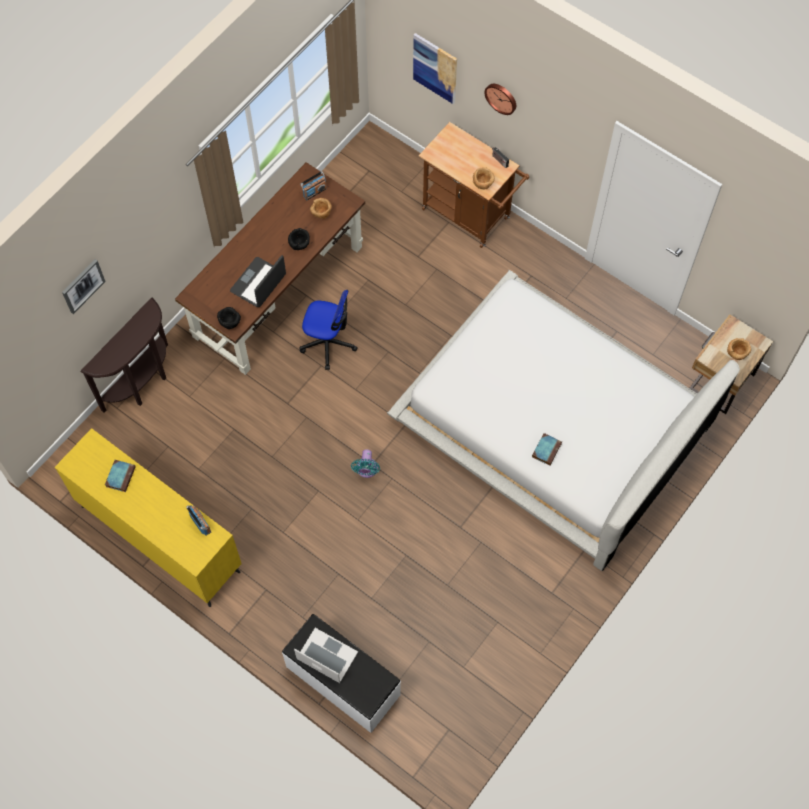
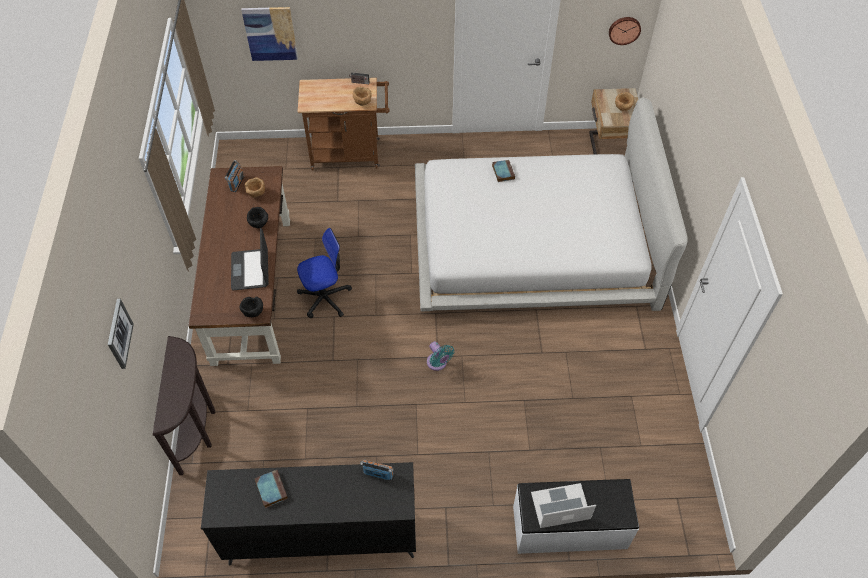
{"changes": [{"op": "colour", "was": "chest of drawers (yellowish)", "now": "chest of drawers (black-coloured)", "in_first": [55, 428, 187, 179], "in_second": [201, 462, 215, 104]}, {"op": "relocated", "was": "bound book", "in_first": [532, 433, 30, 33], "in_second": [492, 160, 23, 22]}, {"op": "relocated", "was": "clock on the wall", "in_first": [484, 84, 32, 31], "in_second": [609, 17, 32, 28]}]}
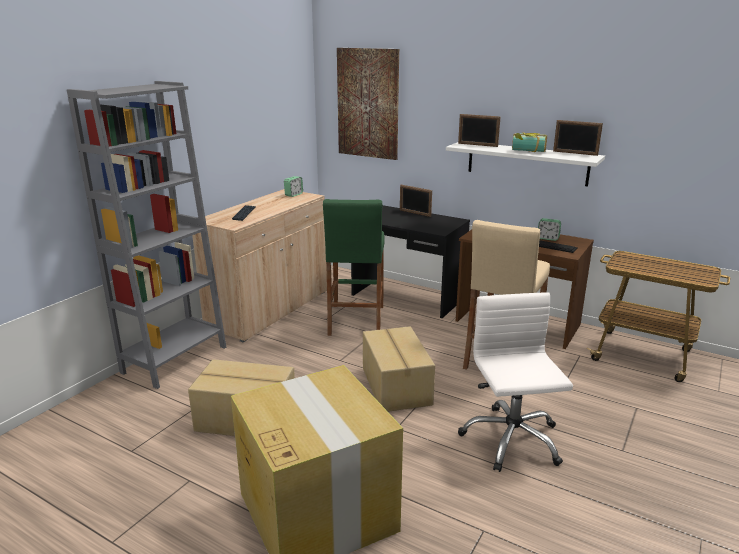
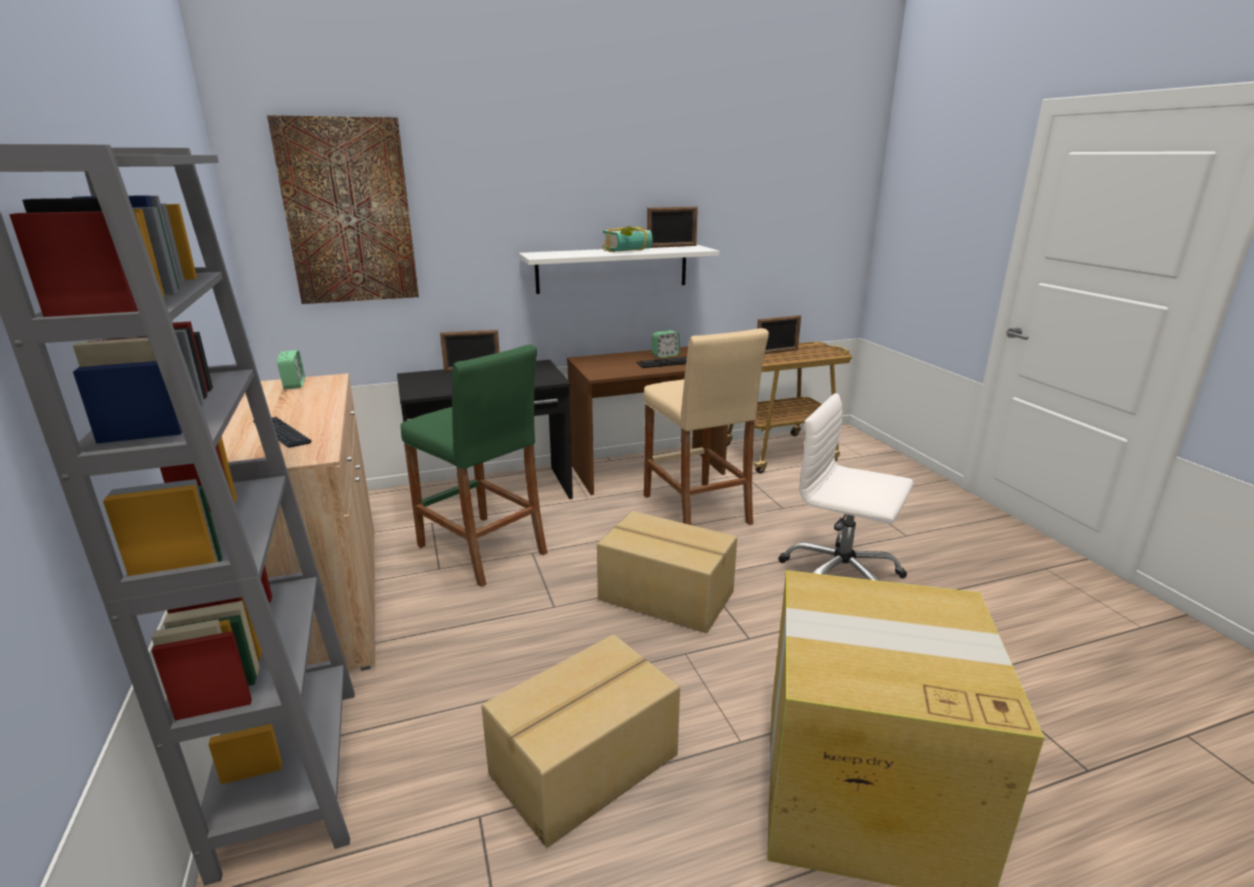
{"changes": [{"op": "relocated", "was": "photo frame", "in_first": [458, 114, 43, 33], "in_second": [757, 315, 44, 39]}]}
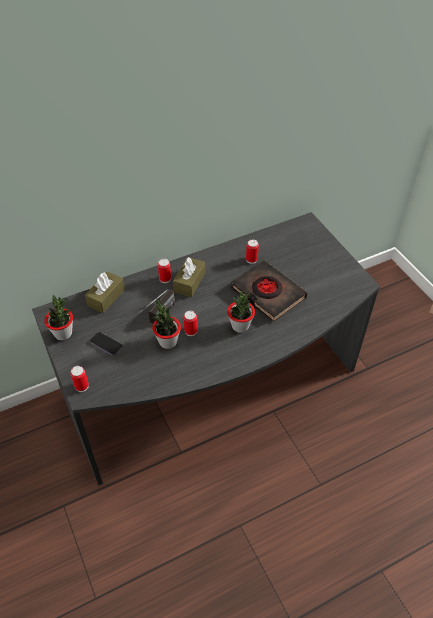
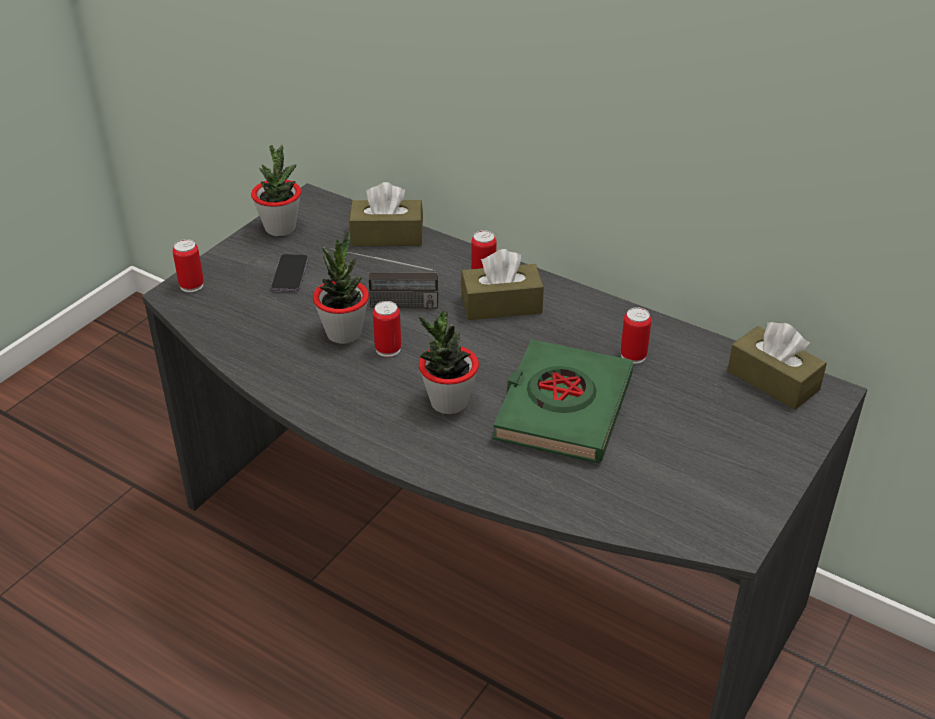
{"changes": [{"op": "colour", "was": "bound book (black-coloured)", "now": "bound book (greenish)", "in_first": [231, 260, 76, 62], "in_second": [492, 339, 141, 124]}, {"op": "appeared", "now": "tissue box (brownish)", "in_second": [727, 322, 100, 88]}]}
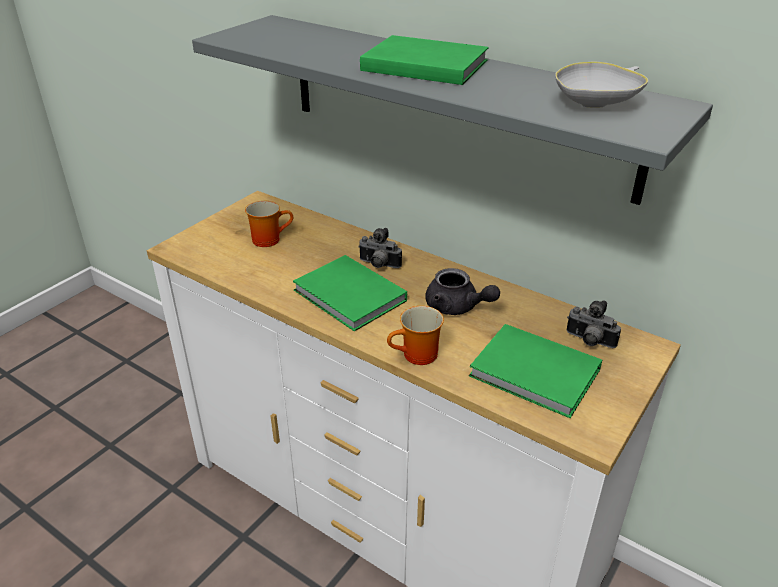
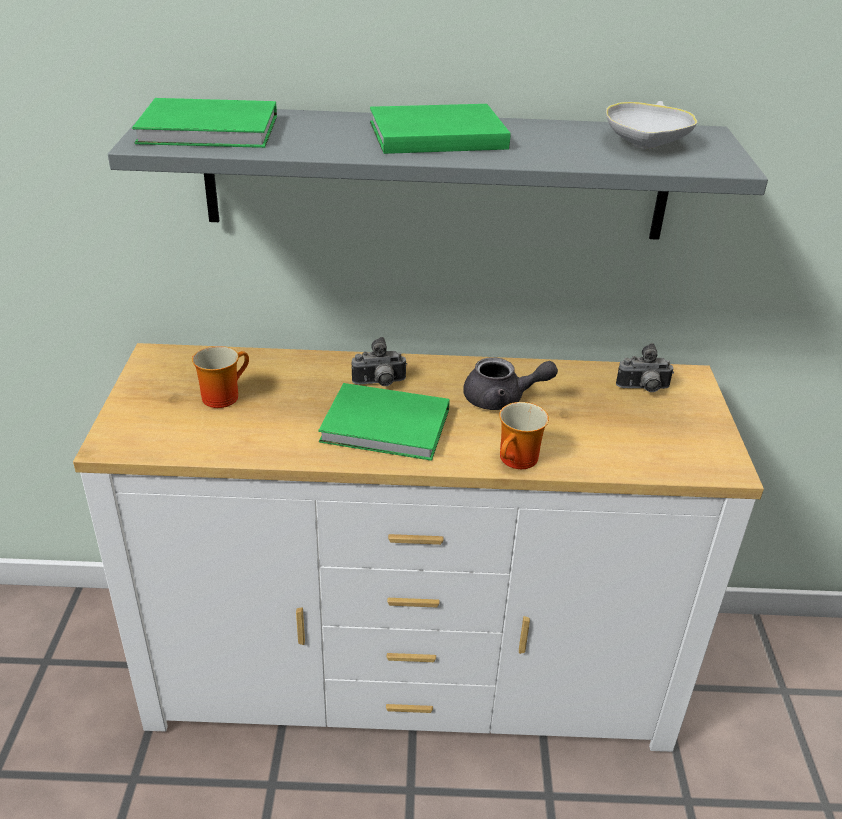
{"changes": [{"op": "relocated", "was": "bound book (greenish)", "in_first": [469, 324, 133, 94], "in_second": [132, 98, 145, 50]}]}
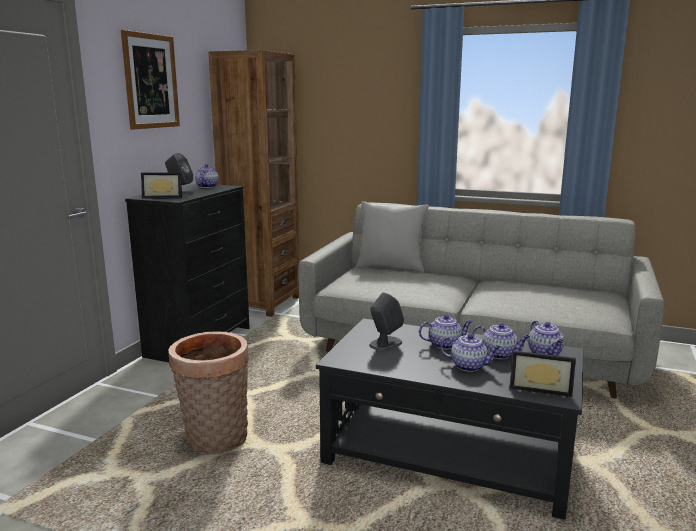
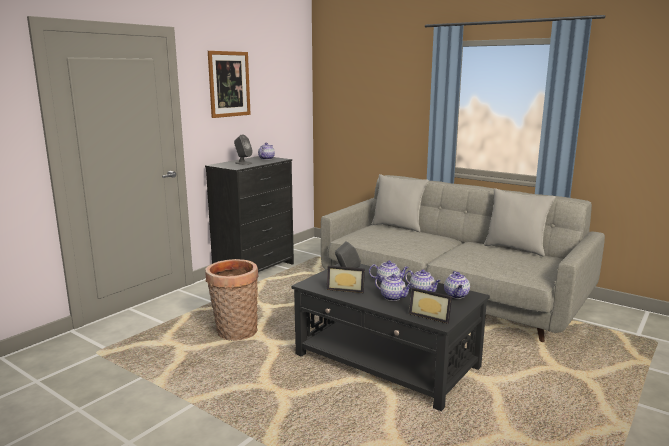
{"changes": [{"op": "relocated", "was": "photo frame", "in_first": [141, 172, 41, 26], "in_second": [327, 266, 38, 27]}, {"op": "appeared", "now": "cushion (gray)", "in_second": [484, 188, 71, 68]}, {"op": "missing", "was": "bookshelf (brownish)", "in_first": [208, 50, 91, 267]}]}
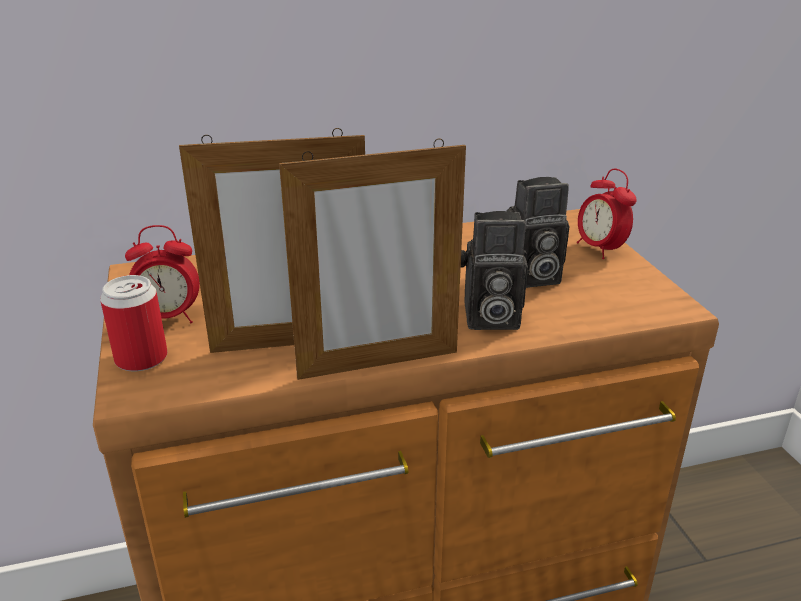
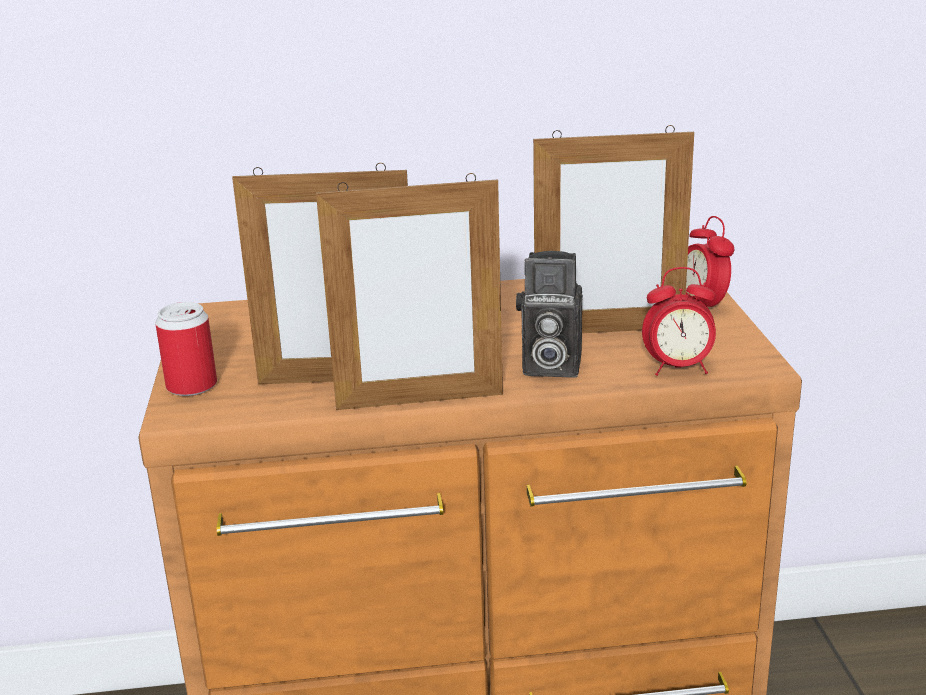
{"changes": [{"op": "exchanged", "was": "still camera", "now": "photo frame", "in_first": [507, 177, 63, 111], "in_second": [533, 125, 161, 208]}, {"op": "relocated", "was": "table clock", "in_first": [125, 225, 75, 98], "in_second": [642, 267, 74, 109]}]}
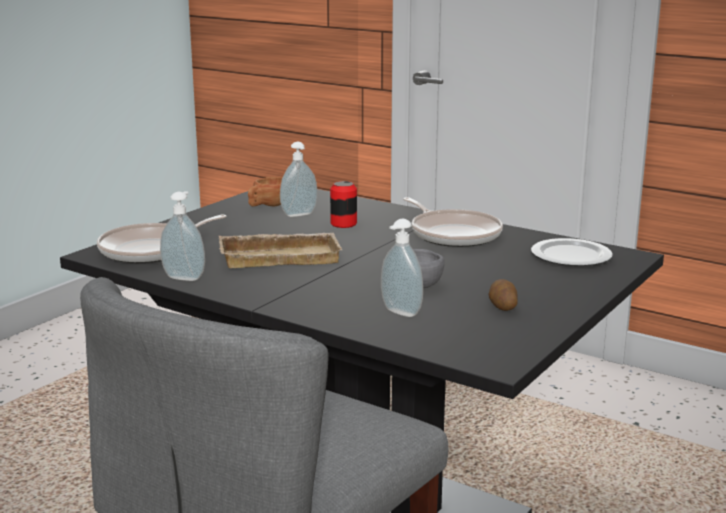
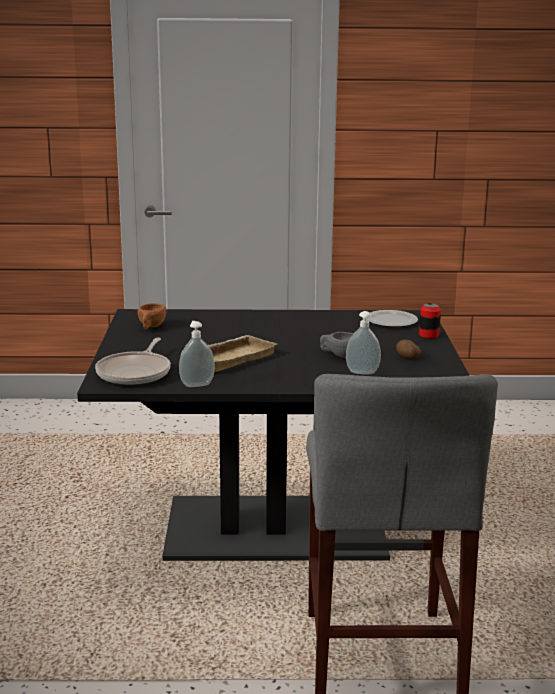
{"changes": [{"op": "relocated", "was": "can", "in_first": [330, 181, 27, 47], "in_second": [419, 303, 22, 36]}, {"op": "missing", "was": "liquid soap bottle", "in_first": [280, 142, 38, 75]}, {"op": "missing", "was": "skillet", "in_first": [403, 197, 100, 50]}]}
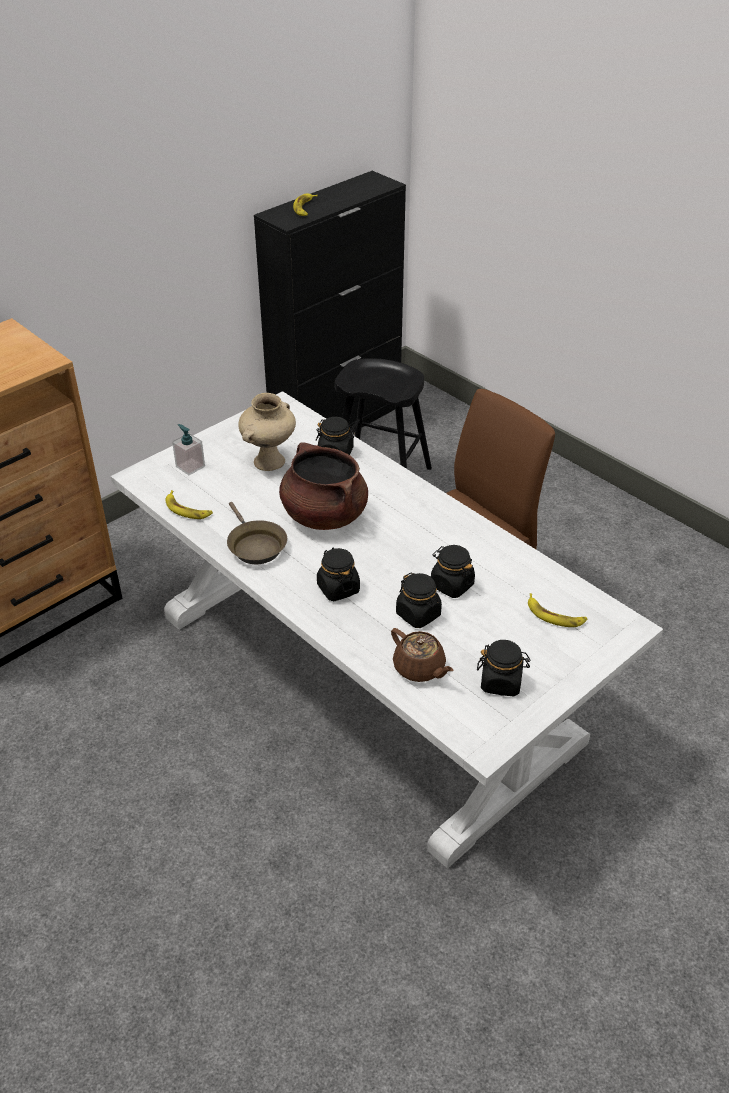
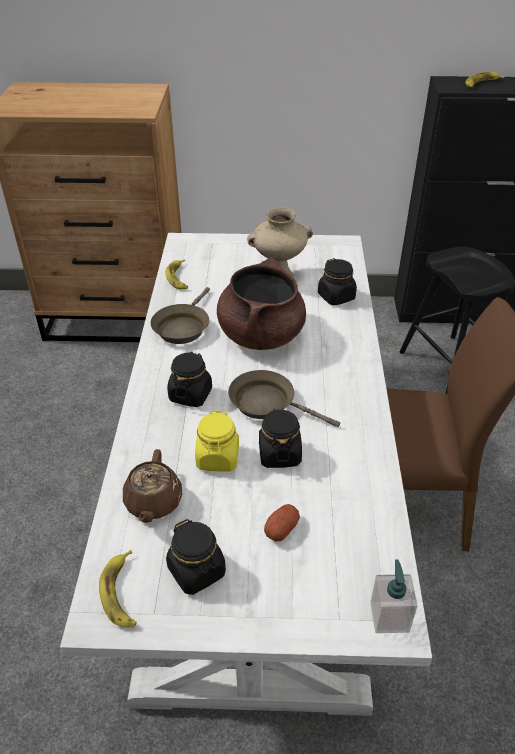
{"changes": [{"op": "relocated", "was": "banana", "in_first": [528, 593, 60, 34], "in_second": [99, 550, 38, 77]}, {"op": "colour", "was": "storage jar (black-coloured)", "now": "storage jar (yellowish)", "in_first": [396, 572, 46, 56], "in_second": [195, 410, 44, 62]}, {"op": "appeared", "now": "skillet (brownish)", "in_second": [228, 370, 112, 57]}, {"op": "appeared", "now": "spud", "in_second": [264, 504, 36, 38]}, {"op": "relocated", "was": "liquid soap bottle", "in_first": [172, 424, 33, 51], "in_second": [370, 560, 48, 73]}]}
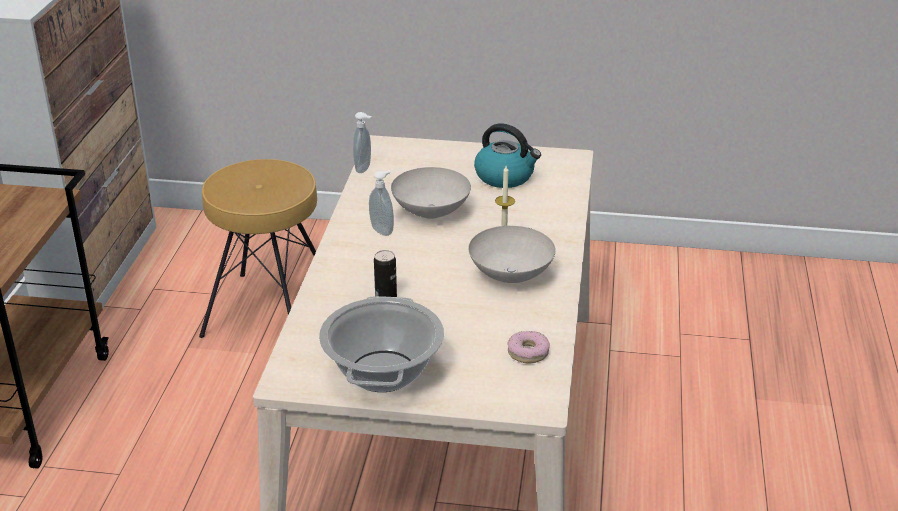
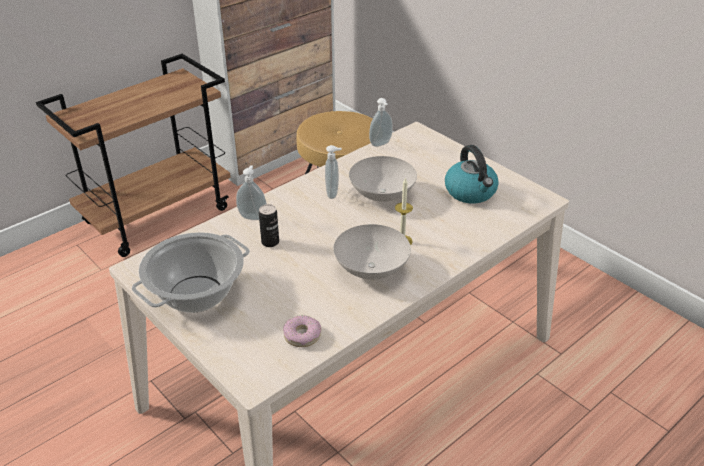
{"changes": [{"op": "appeared", "now": "liquid soap bottle", "in_second": [236, 165, 31, 55]}]}
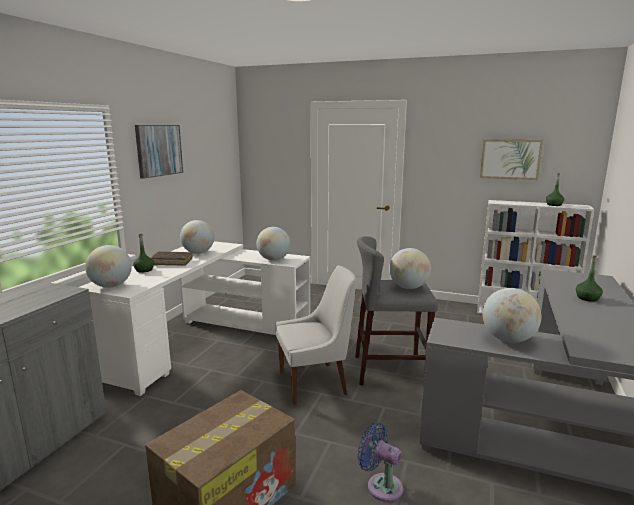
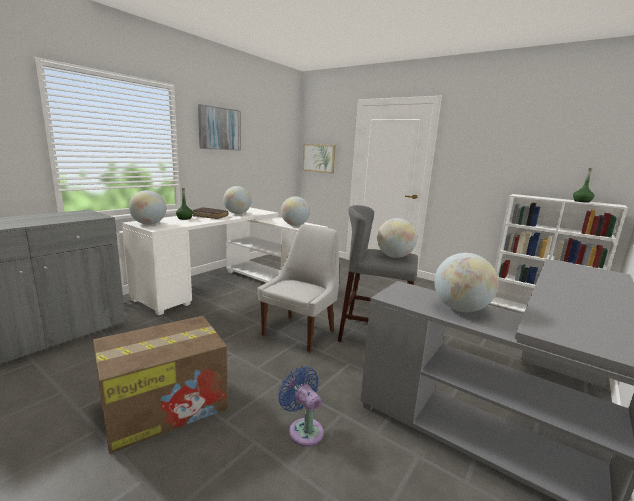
{"changes": [{"op": "spun", "was": "plain chair (white)", "in_first": [276, 265, 80, 139], "in_second": [258, 224, 81, 128], "clockwise": -60}, {"op": "relocated", "was": "wall art", "in_first": [480, 139, 63, 41], "in_second": [303, 144, 33, 29]}, {"op": "missing", "was": "drink bottle (greenish)", "in_first": [575, 255, 28, 47]}]}
